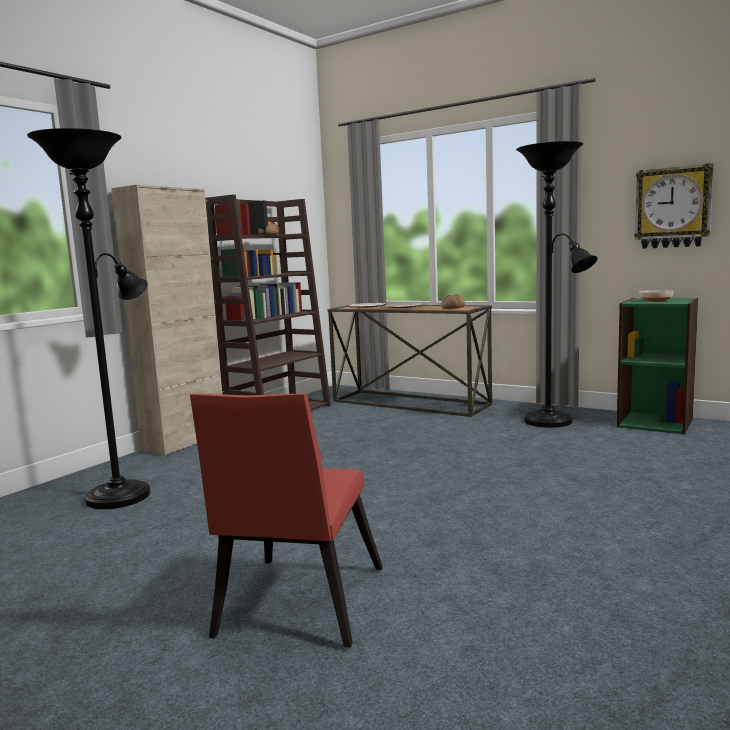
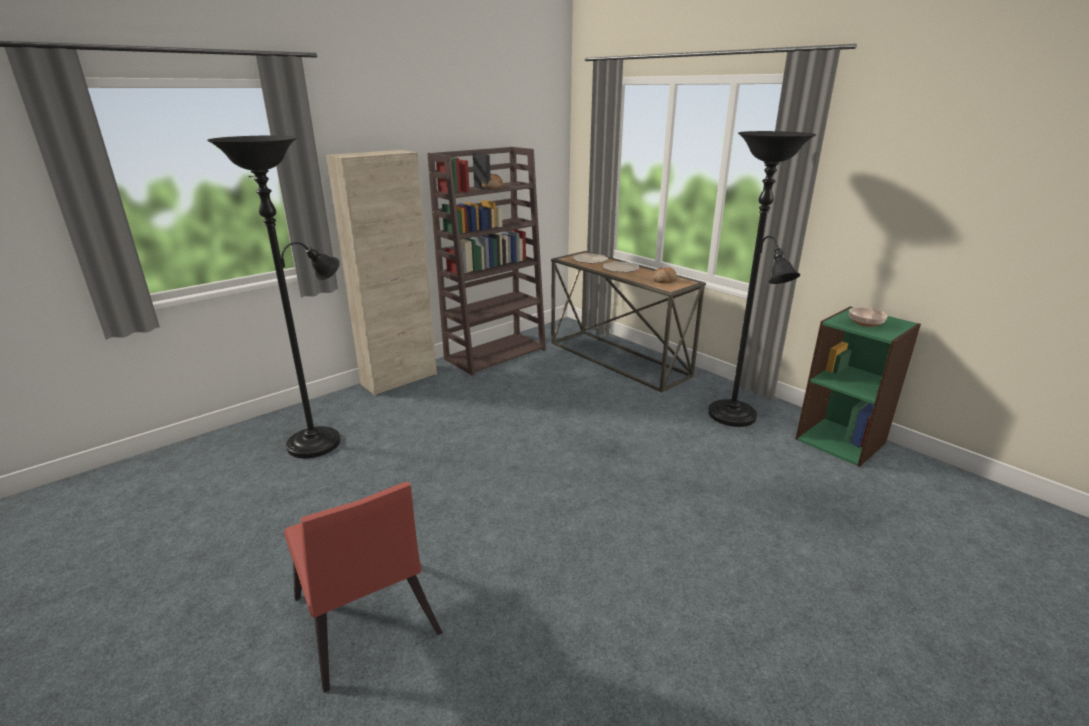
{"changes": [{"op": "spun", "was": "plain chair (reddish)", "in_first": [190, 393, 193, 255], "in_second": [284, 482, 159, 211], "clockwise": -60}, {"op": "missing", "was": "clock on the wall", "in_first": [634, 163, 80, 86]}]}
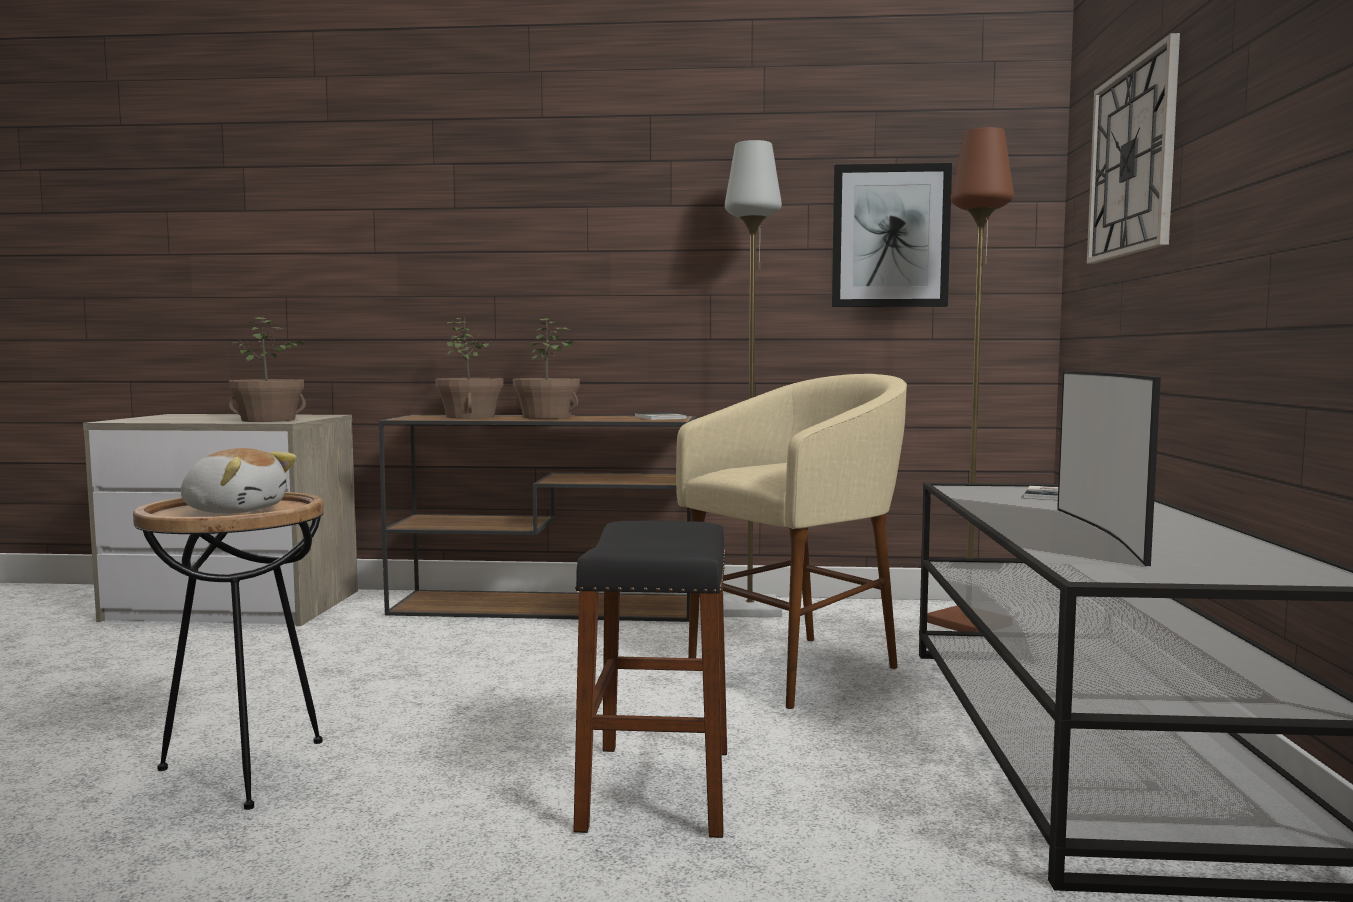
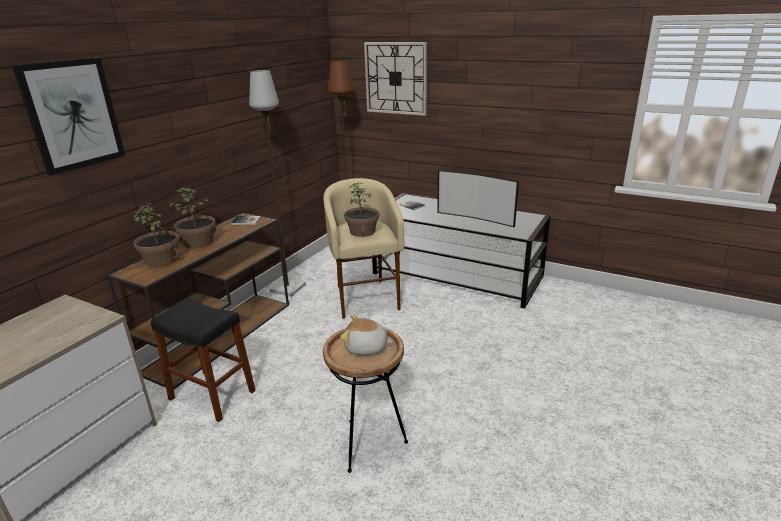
{"changes": [{"op": "relocated", "was": "wall art", "in_first": [832, 163, 120, 144], "in_second": [12, 58, 113, 118]}, {"op": "relocated", "was": "stool seat (black-coloured)", "in_first": [574, 521, 153, 317], "in_second": [151, 298, 104, 124]}, {"op": "spun", "was": "plush toy", "in_first": [181, 448, 115, 66], "in_second": [340, 315, 53, 40], "clockwise": -120}, {"op": "relocated", "was": "plant in a pot", "in_first": [229, 316, 77, 106], "in_second": [344, 183, 35, 54]}]}
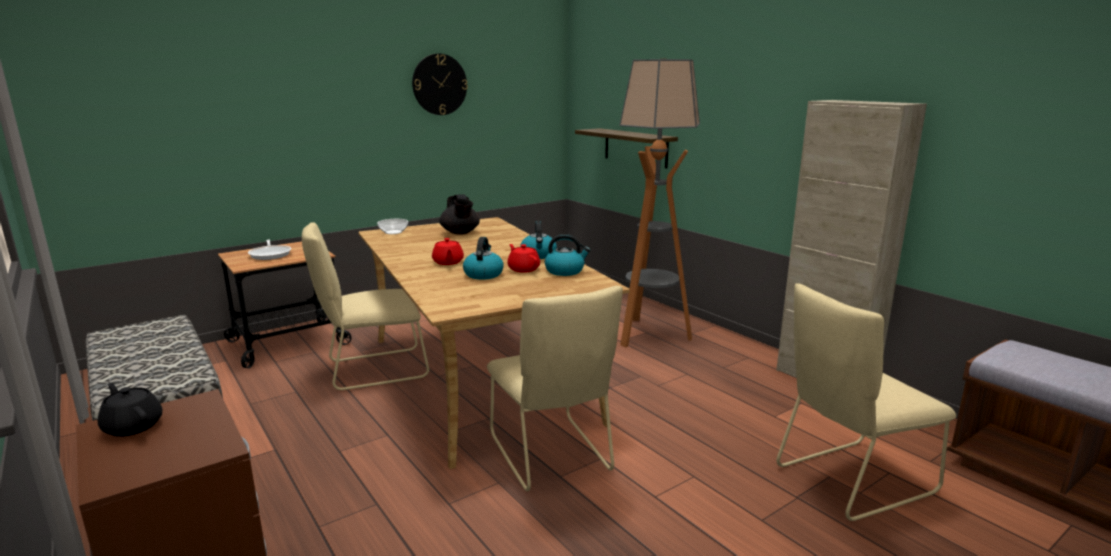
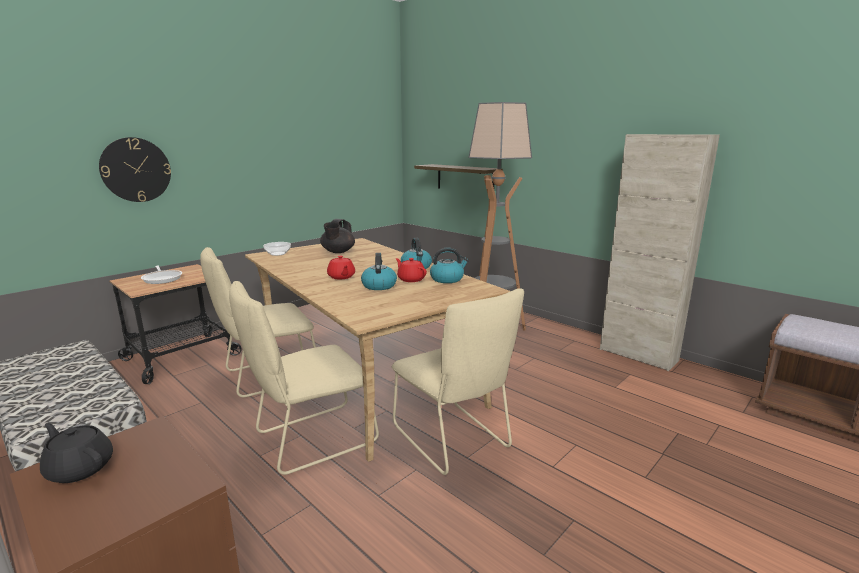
{"changes": [{"op": "relocated", "was": "clock on the wall", "in_first": [412, 54, 56, 61], "in_second": [99, 137, 72, 65]}, {"op": "relocated", "was": "plain chair (beige)", "in_first": [776, 283, 180, 238], "in_second": [229, 281, 150, 194]}, {"op": "spun", "was": "teapot (black-coloured)", "in_first": [439, 194, 41, 41], "in_second": [320, 219, 35, 34], "clockwise": 45}]}
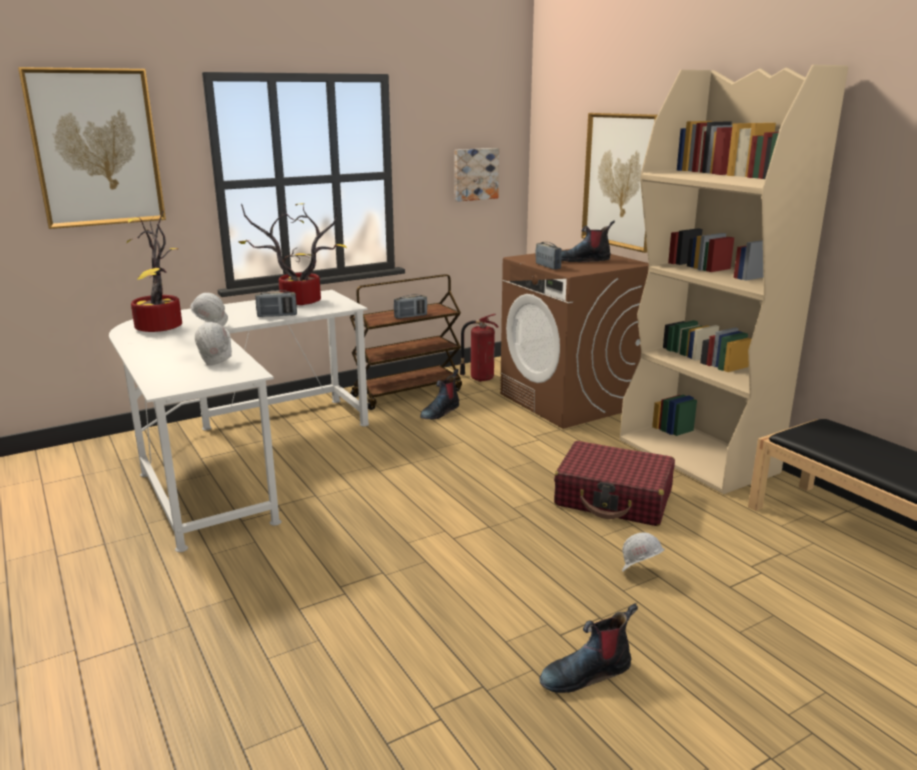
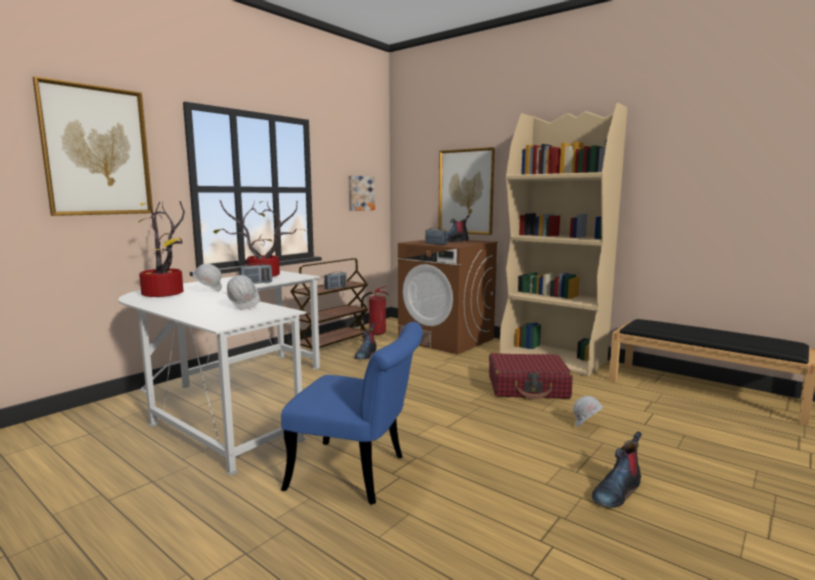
{"changes": [{"op": "appeared", "now": "plain chair (bluish)", "in_second": [281, 322, 142, 183]}]}
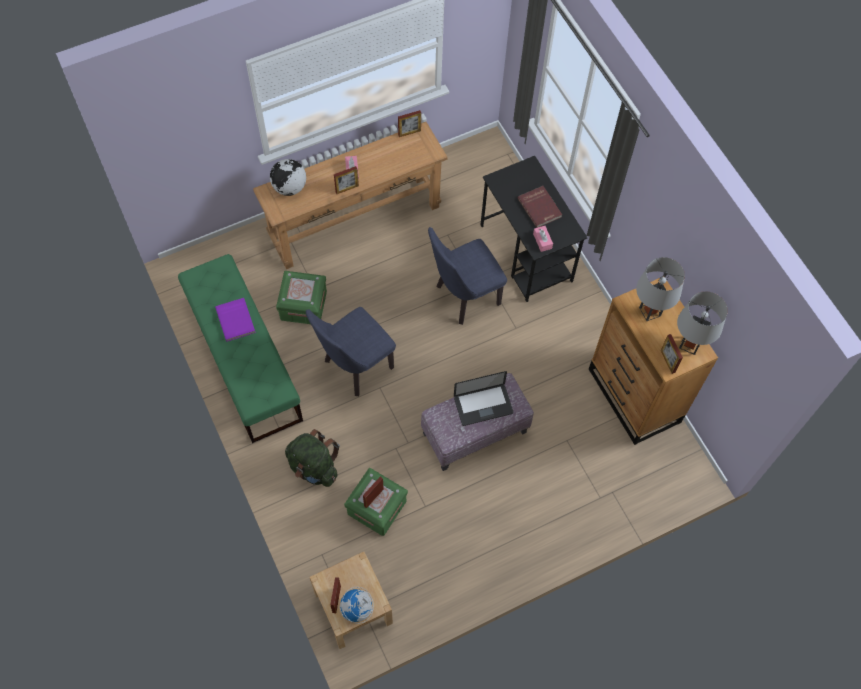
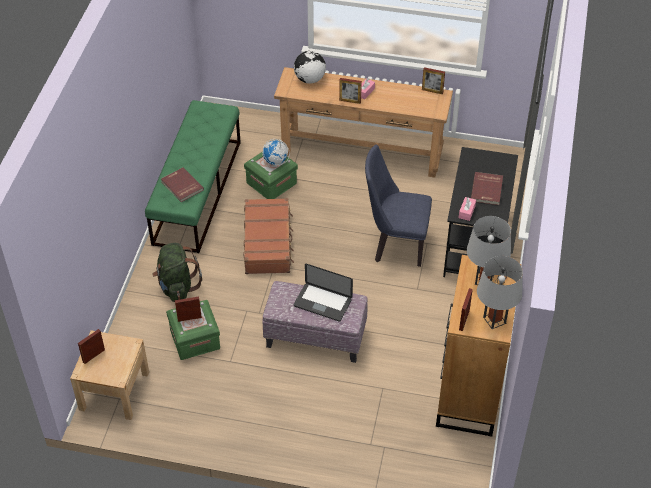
{"changes": [{"op": "appeared", "now": "bound book (reddish)", "in_second": [161, 167, 43, 35]}, {"op": "exchanged", "was": "plain chair (bluish)", "now": "travel case (brownish)", "in_first": [306, 307, 90, 89], "in_second": [243, 198, 51, 76]}, {"op": "relocated", "was": "globe", "in_first": [340, 587, 34, 37], "in_second": [262, 139, 28, 26]}, {"op": "missing", "was": "bound book (purple)", "in_first": [215, 298, 41, 44]}]}
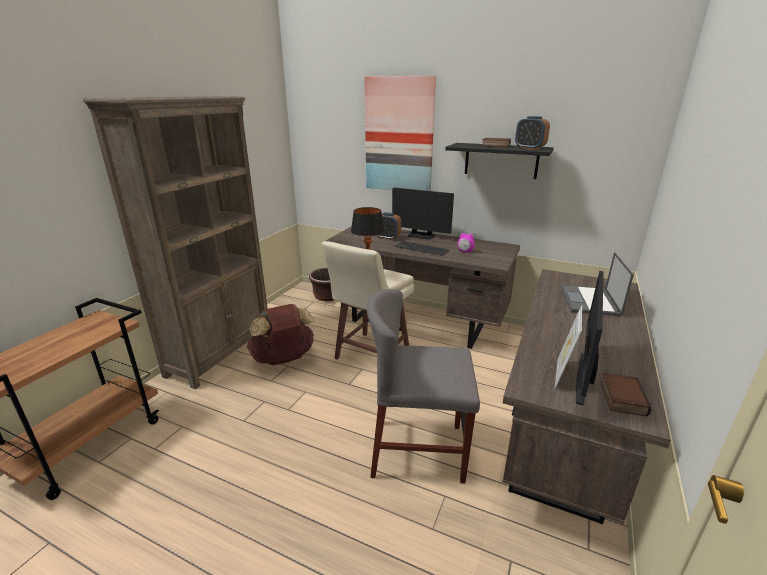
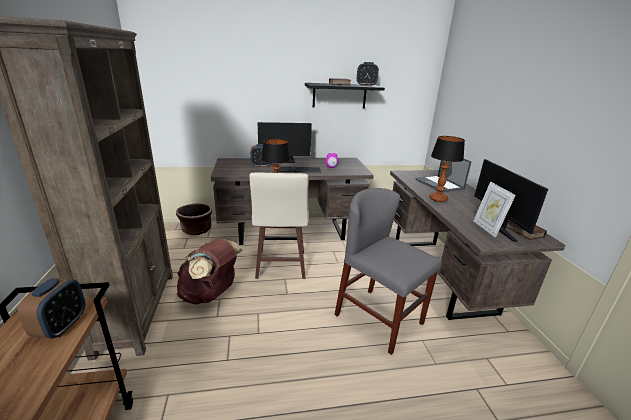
{"changes": [{"op": "appeared", "now": "table clock", "in_second": [18, 278, 67, 61]}, {"op": "spun", "was": "plain chair (gray)", "in_first": [367, 289, 113, 194], "in_second": [335, 188, 107, 167], "clockwise": 75}, {"op": "appeared", "now": "lamp for a table", "in_second": [429, 136, 36, 66]}, {"op": "missing", "was": "wall art", "in_first": [364, 76, 72, 115]}]}
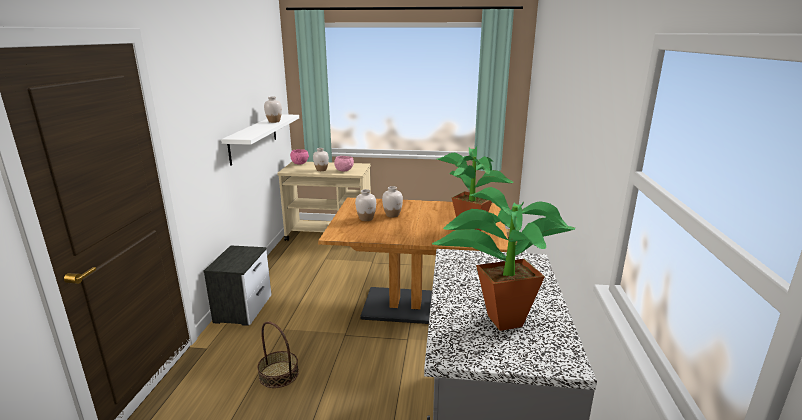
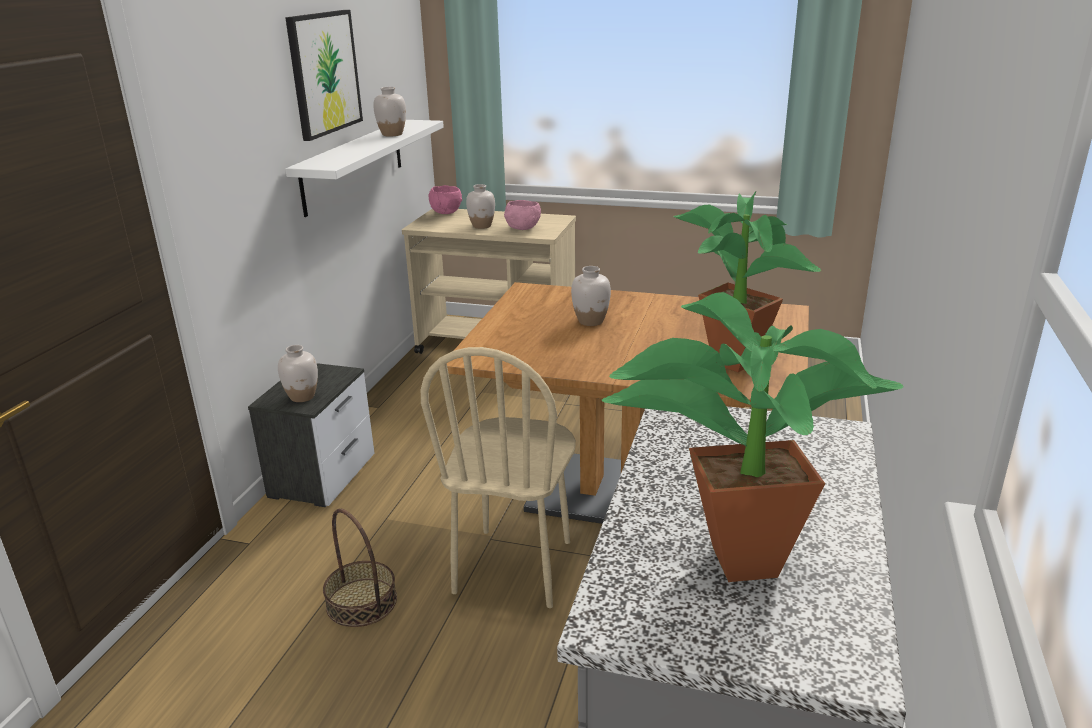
{"changes": [{"op": "relocated", "was": "vase (white)", "in_first": [355, 189, 21, 32], "in_second": [278, 345, 40, 57]}, {"op": "appeared", "now": "wall art", "in_second": [285, 10, 78, 131]}, {"op": "appeared", "now": "plain chair (beige)", "in_second": [421, 347, 155, 261]}]}
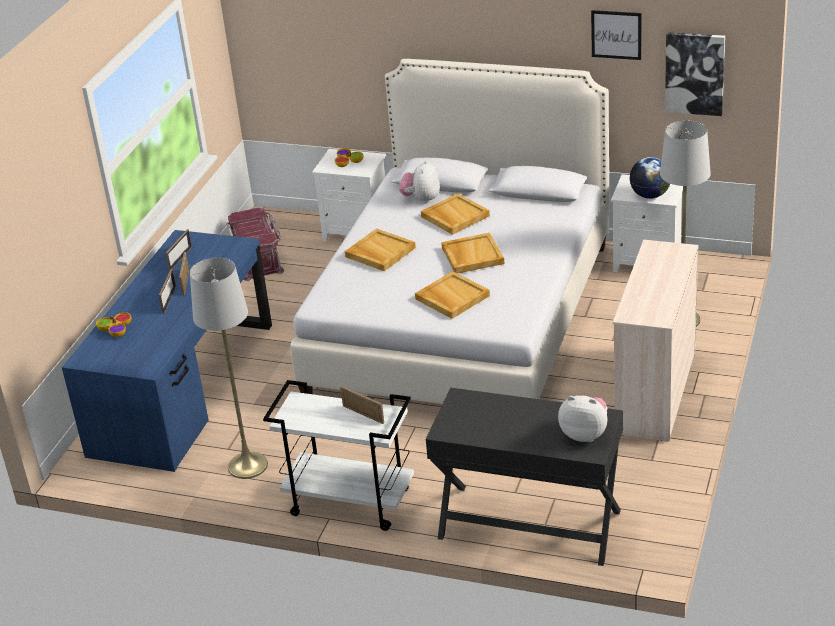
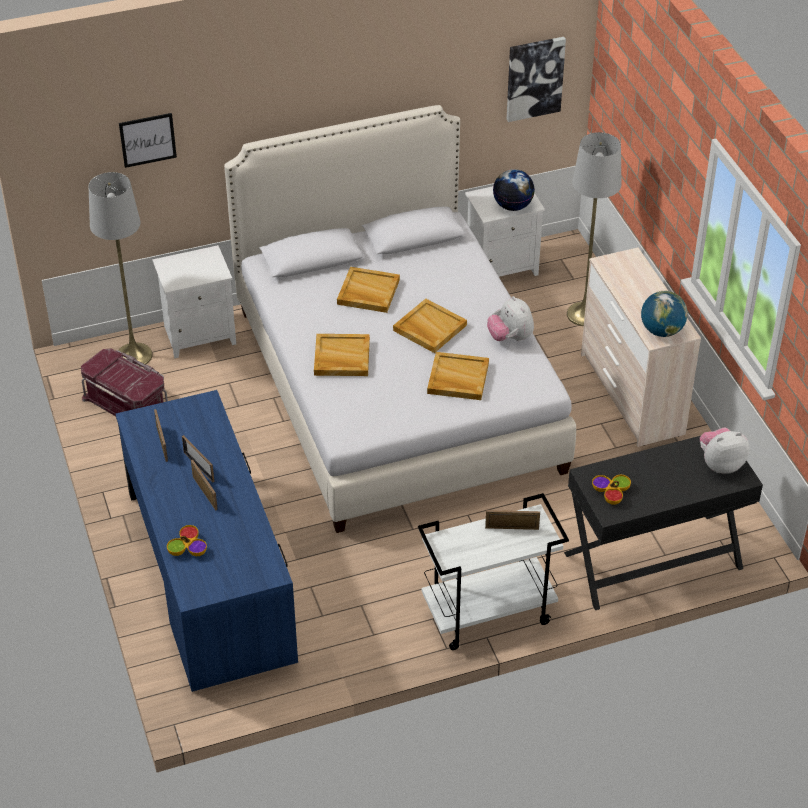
{"changes": [{"op": "relocated", "was": "floor lamp (gray)", "in_first": [190, 257, 78, 222], "in_second": [89, 172, 64, 195]}, {"op": "relocated", "was": "wall art", "in_first": [591, 10, 51, 50], "in_second": [119, 113, 58, 55]}, {"op": "relocated", "was": "plush toy", "in_first": [399, 160, 41, 43], "in_second": [487, 296, 47, 45]}, {"op": "relocated", "was": "deep dish", "in_first": [335, 148, 28, 19], "in_second": [592, 475, 39, 30]}, {"op": "appeared", "now": "globe", "in_second": [641, 291, 47, 46]}]}
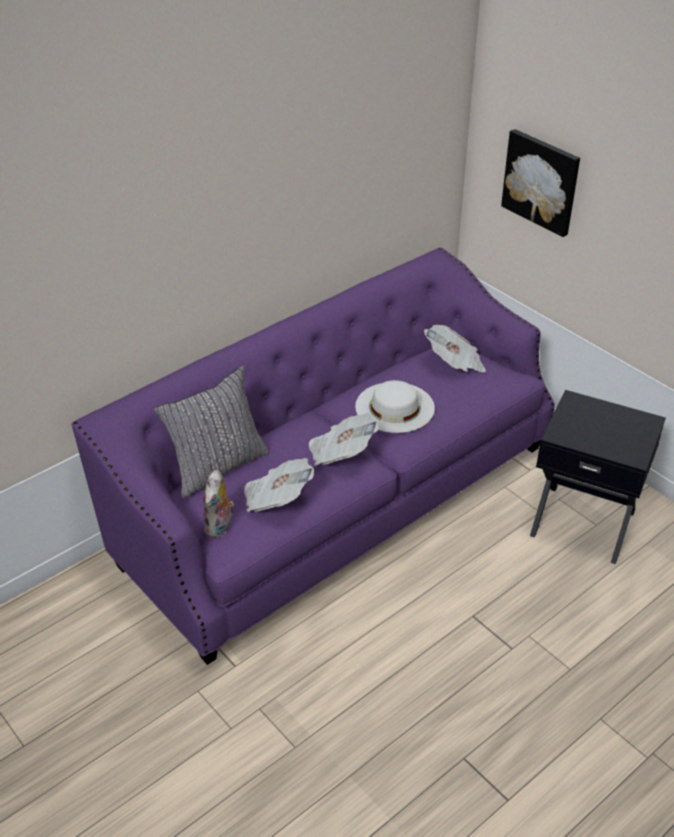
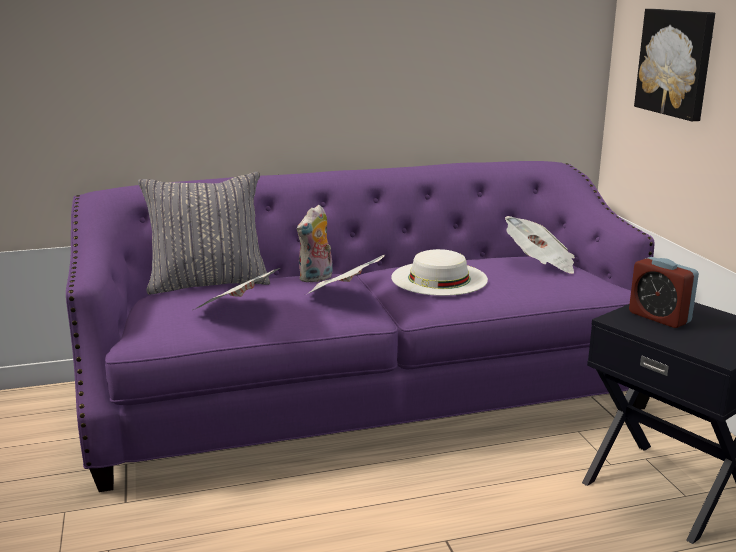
{"changes": [{"op": "relocated", "was": "plush toy", "in_first": [203, 470, 31, 68], "in_second": [297, 205, 36, 77]}, {"op": "appeared", "now": "table clock", "in_second": [629, 257, 70, 71]}]}
